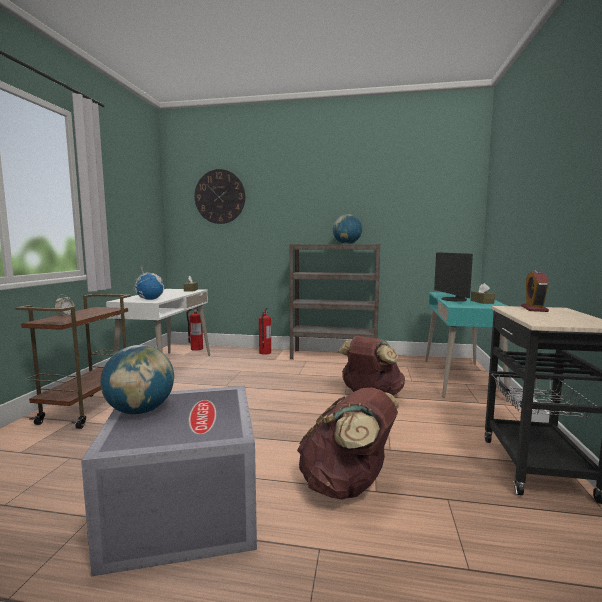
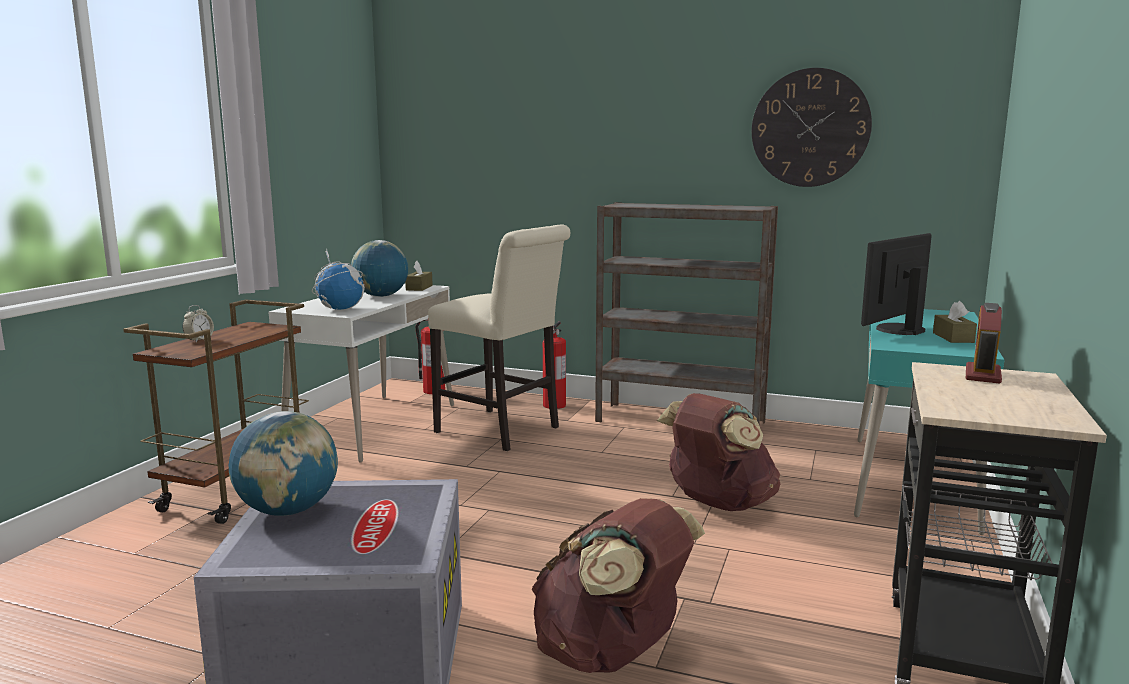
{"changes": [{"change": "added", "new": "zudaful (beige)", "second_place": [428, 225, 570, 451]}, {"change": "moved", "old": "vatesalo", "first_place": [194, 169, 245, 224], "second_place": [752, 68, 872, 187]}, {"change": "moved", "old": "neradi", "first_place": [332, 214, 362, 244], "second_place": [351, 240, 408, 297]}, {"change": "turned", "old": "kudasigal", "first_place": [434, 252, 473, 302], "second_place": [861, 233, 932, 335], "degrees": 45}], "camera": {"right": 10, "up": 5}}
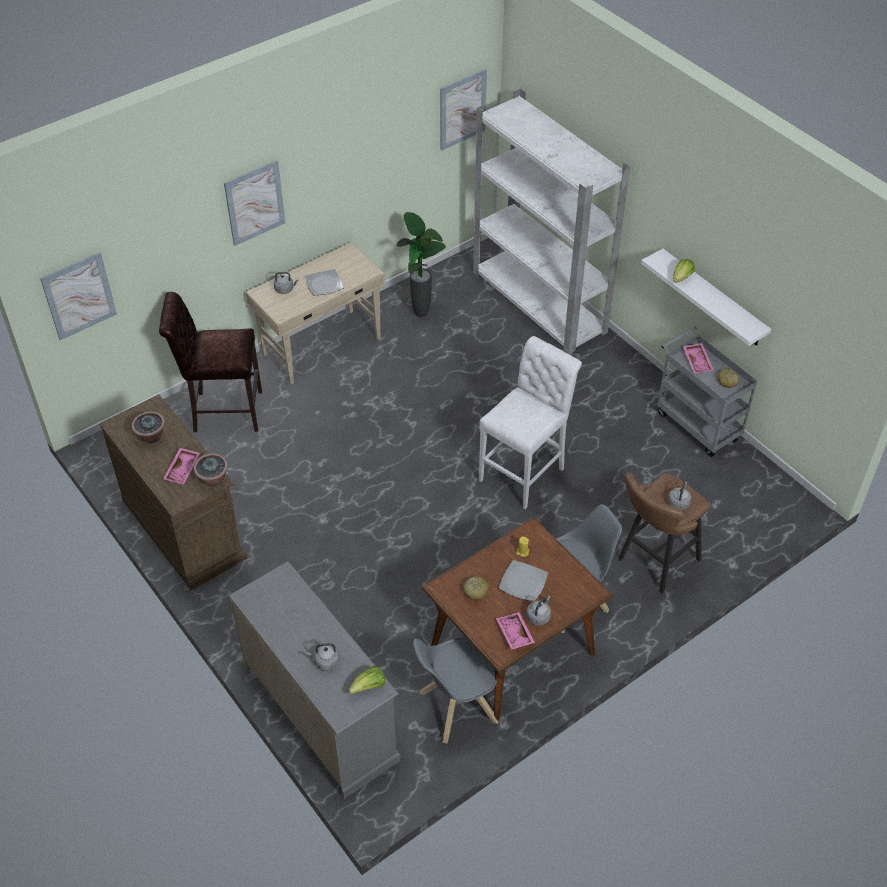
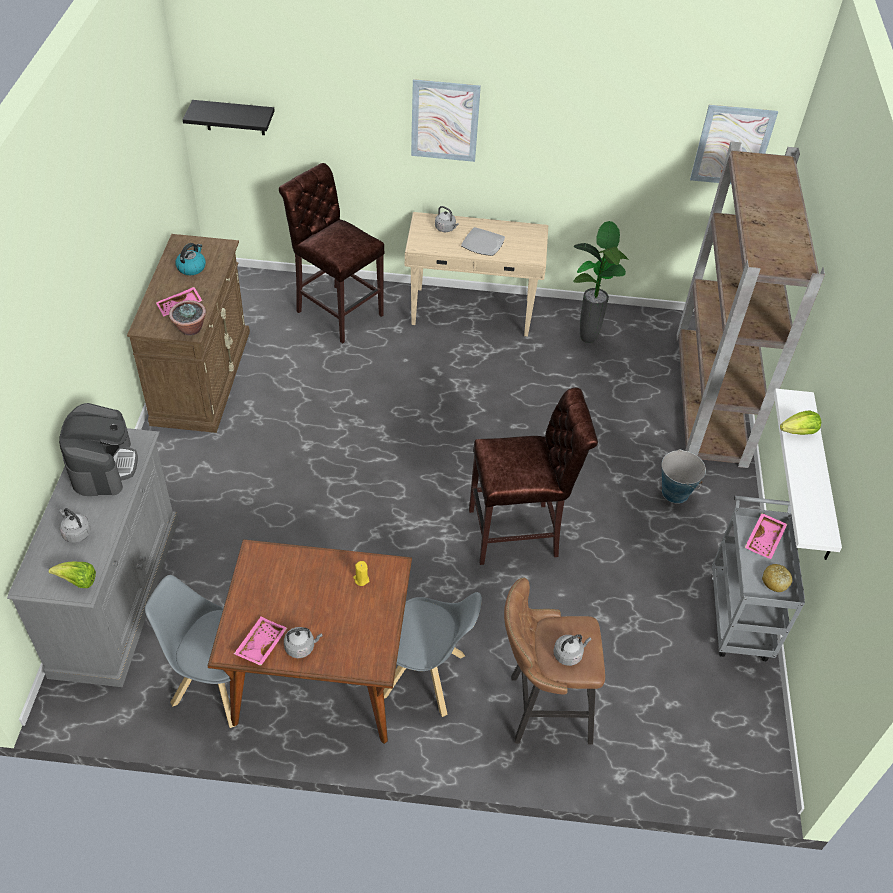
{"changes": [{"change": "removed", "old": "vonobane", "first_place": [463, 577, 489, 600]}, {"change": "removed", "old": "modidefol", "first_place": [499, 560, 548, 601]}, {"change": "added", "new": "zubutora", "second_place": [59, 403, 138, 496]}, {"change": "added", "new": "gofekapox", "second_place": [662, 449, 706, 504]}, {"change": "replaced", "old": "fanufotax", "new": "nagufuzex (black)", "first_place": [40, 252, 117, 340], "second_place": [183, 100, 275, 135]}, {"change": "replaced", "old": "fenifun", "new": "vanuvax", "first_place": [131, 411, 165, 443], "second_place": [175, 243, 206, 275]}, {"change": "recoloured", "old": "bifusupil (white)", "new": "bifusupil (brown)", "first_place": [473, 89, 630, 354], "second_place": [677, 142, 825, 468]}, {"change": "recoloured", "old": "zudaful (white)", "new": "zudaful (brown)", "first_place": [479, 336, 582, 509], "second_place": [469, 388, 598, 565]}], "camera": {"right": 40, "up": 0}}
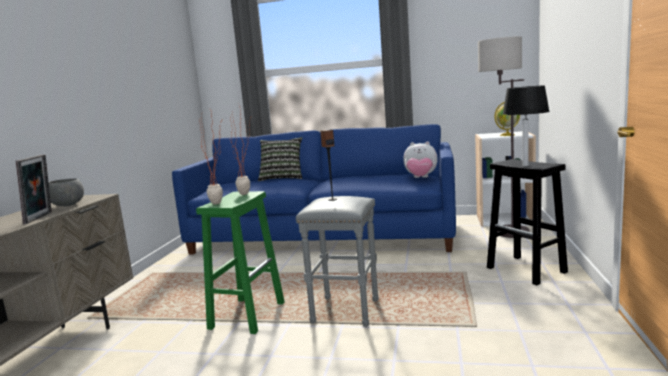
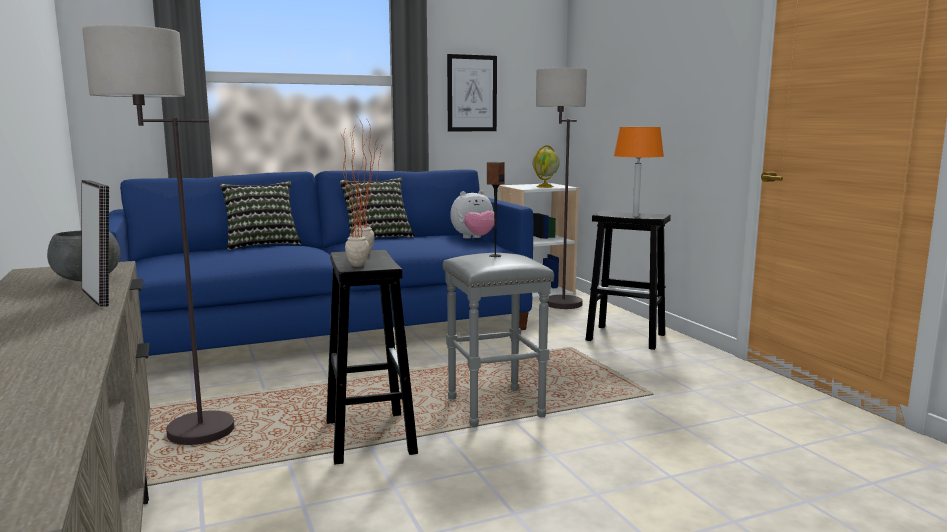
{"changes": [{"change": "added", "new": "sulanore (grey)", "second_place": [82, 25, 234, 445]}, {"change": "added", "new": "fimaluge", "second_place": [340, 177, 415, 238]}, {"change": "added", "new": "fanufotax", "second_place": [447, 54, 497, 132]}, {"change": "recoloured", "old": "zudaful (green)", "new": "zudaful (black)", "first_place": [196, 191, 285, 334], "second_place": [326, 250, 418, 465]}, {"change": "recoloured", "old": "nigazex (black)", "new": "nigazex (orange)", "first_place": [503, 85, 550, 166], "second_place": [614, 127, 664, 217]}], "camera": {"right": -35, "up": 0}}
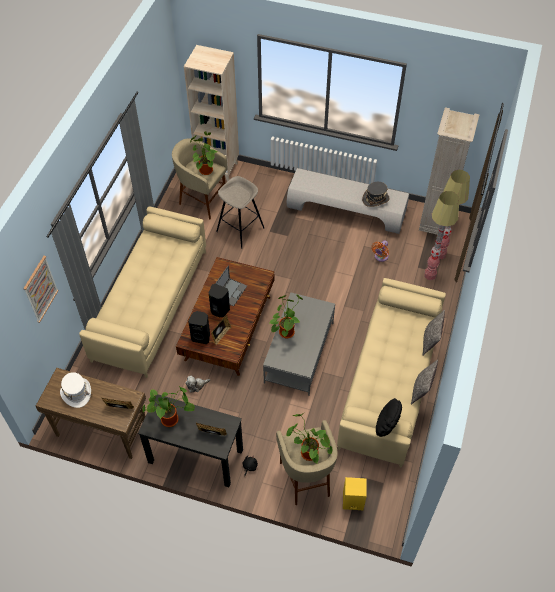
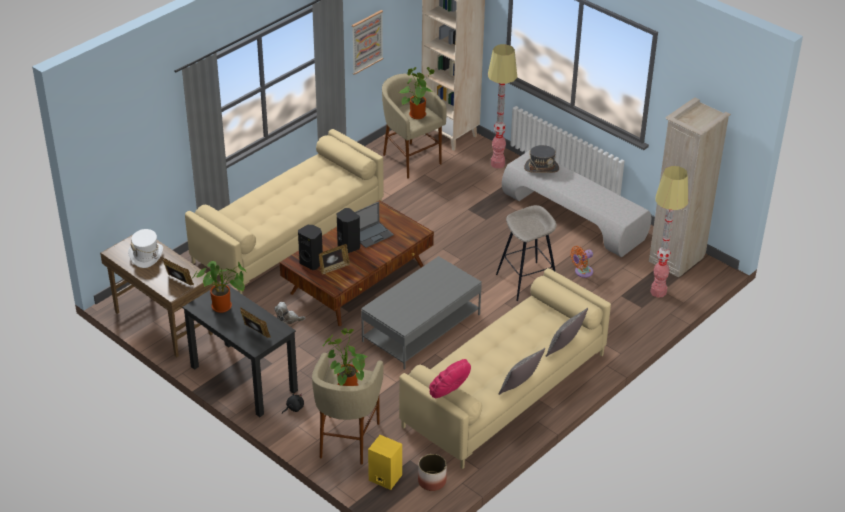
{"changes": [{"change": "removed", "old": "fenifun", "first_place": [269, 294, 303, 338]}, {"change": "added", "new": "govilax", "second_place": [418, 454, 447, 491]}, {"change": "moved", "old": "fanufotax", "first_place": [23, 256, 59, 323], "second_place": [352, 10, 383, 75]}, {"change": "moved", "old": "zudaful (grey)", "first_place": [216, 176, 264, 249], "second_place": [496, 205, 557, 301]}, {"change": "moved", "old": "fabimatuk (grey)", "first_place": [362, 182, 390, 207], "second_place": [524, 145, 559, 173]}, {"change": "moved", "old": "sulanore", "first_place": [424, 191, 459, 280], "second_place": [488, 44, 517, 169]}, {"change": "recoloured", "old": "fimaluge (black)", "new": "fimaluge (pink)", "first_place": [376, 398, 402, 437], "second_place": [429, 359, 471, 398]}], "camera": {"right": 25, "up": -15}}
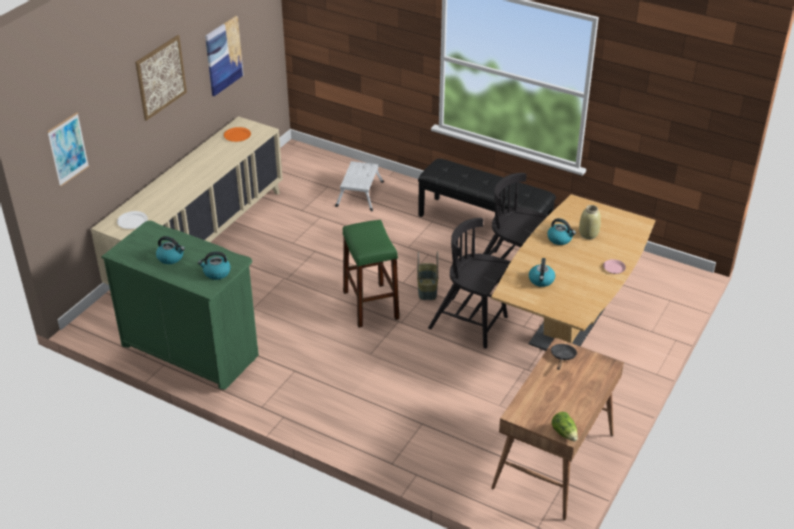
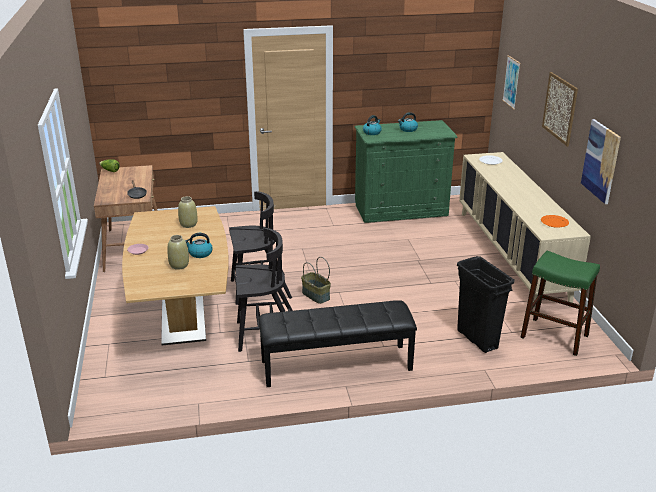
{"changes": [{"change": "moved", "old": "zudaful (green)", "first_place": [342, 220, 399, 327], "second_place": [521, 251, 600, 356]}, {"change": "replaced", "old": "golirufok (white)", "new": "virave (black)", "first_place": [335, 161, 384, 211], "second_place": [457, 256, 515, 353]}, {"change": "replaced", "old": "vanuvax", "new": "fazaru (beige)", "first_place": [529, 258, 555, 287], "second_place": [178, 196, 198, 228]}], "camera": {"right": 140, "up": -10}}
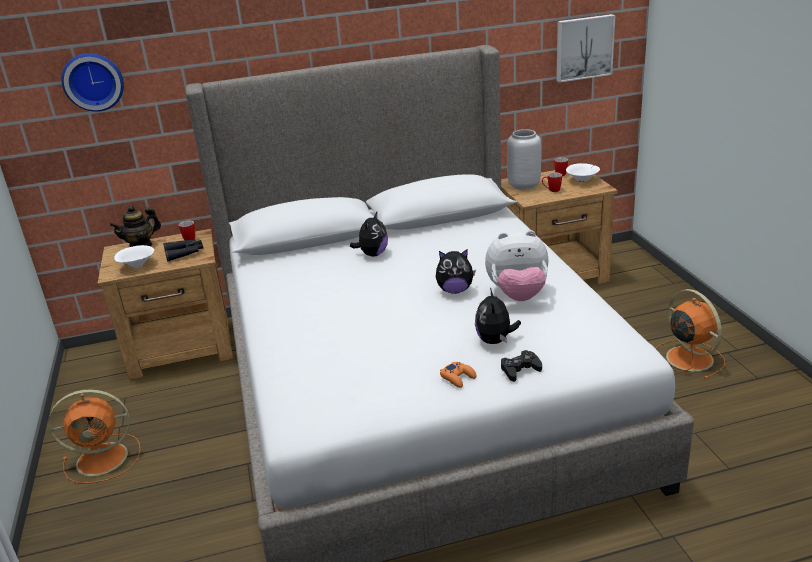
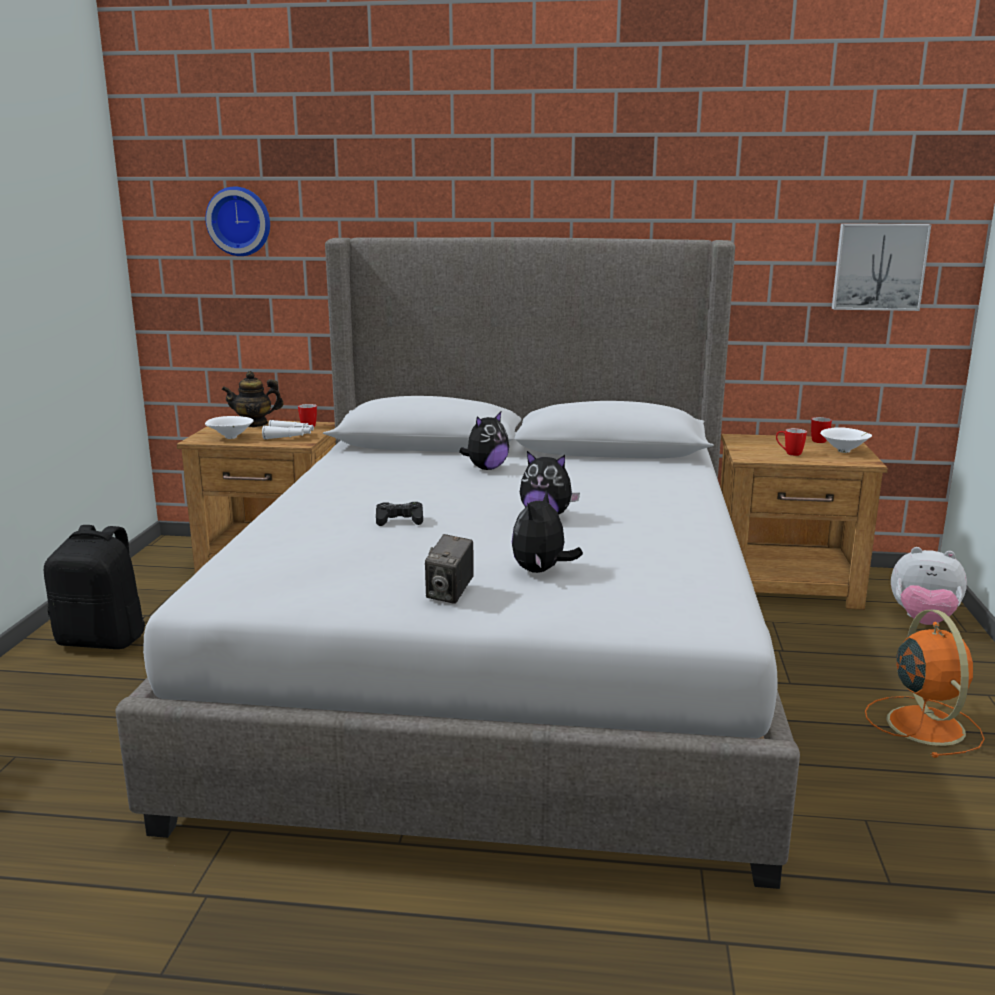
{"changes": [{"change": "removed", "old": "fazaru (grey)", "first_place": [507, 129, 541, 190]}, {"change": "moved", "old": "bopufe", "first_place": [485, 230, 549, 301], "second_place": [891, 547, 967, 625]}, {"change": "moved", "old": "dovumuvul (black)", "first_place": [501, 350, 542, 382], "second_place": [376, 502, 423, 526]}, {"change": "replaced", "old": "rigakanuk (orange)", "new": "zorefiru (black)", "first_place": [48, 389, 141, 484], "second_place": [44, 525, 145, 649]}, {"change": "replaced", "old": "dovumuvul (orange)", "new": "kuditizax", "first_place": [440, 362, 477, 388], "second_place": [425, 534, 474, 604]}, {"change": "recoloured", "old": "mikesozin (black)", "new": "mikesozin (white)", "first_place": [163, 240, 203, 262], "second_place": [262, 420, 314, 440]}], "camera": {"right": 20, "up": -10}}
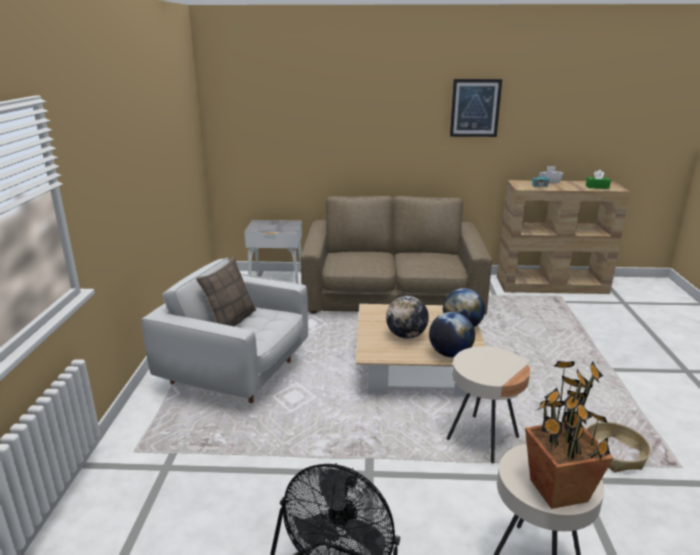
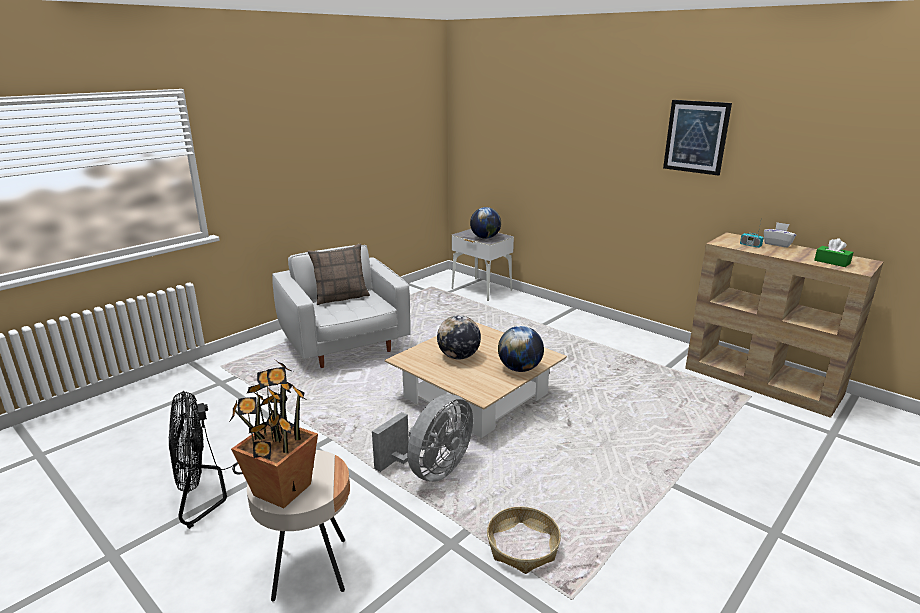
{"changes": [{"change": "removed", "old": "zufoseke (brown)", "first_place": [301, 196, 492, 315]}, {"change": "moved", "old": "neradi", "first_place": [429, 312, 475, 357], "second_place": [470, 207, 501, 239]}, {"change": "replaced", "old": "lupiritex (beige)", "new": "rigakanuk (grey)", "first_place": [446, 346, 530, 463], "second_place": [372, 394, 473, 482]}], "camera": {"right": 40, "up": 0}}
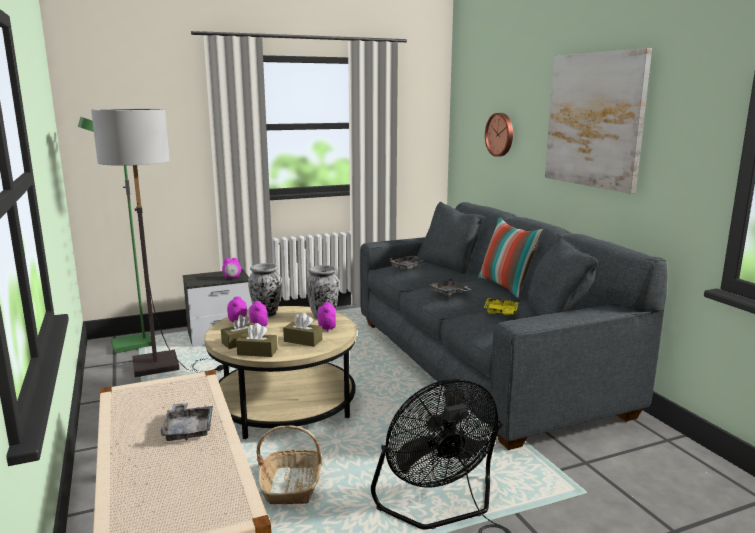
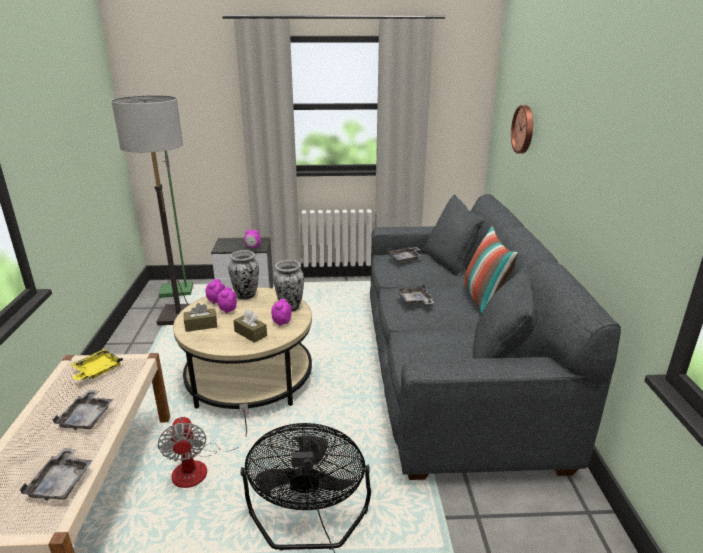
{"changes": [{"change": "removed", "old": "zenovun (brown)", "first_place": [236, 323, 277, 357]}, {"change": "removed", "old": "fanufotax", "first_place": [545, 48, 652, 194]}, {"change": "added", "new": "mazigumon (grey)", "second_place": [20, 448, 92, 501]}, {"change": "moved", "old": "mazigumon (yellow)", "first_place": [484, 298, 519, 315], "second_place": [71, 349, 123, 381]}, {"change": "replaced", "old": "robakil", "new": "rigakanuk", "first_place": [256, 425, 322, 504], "second_place": [157, 403, 249, 488]}], "camera": {"right": 20, "up": 10}}
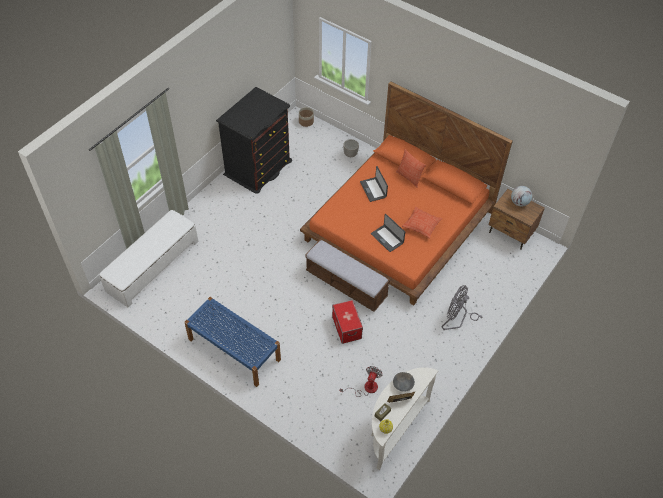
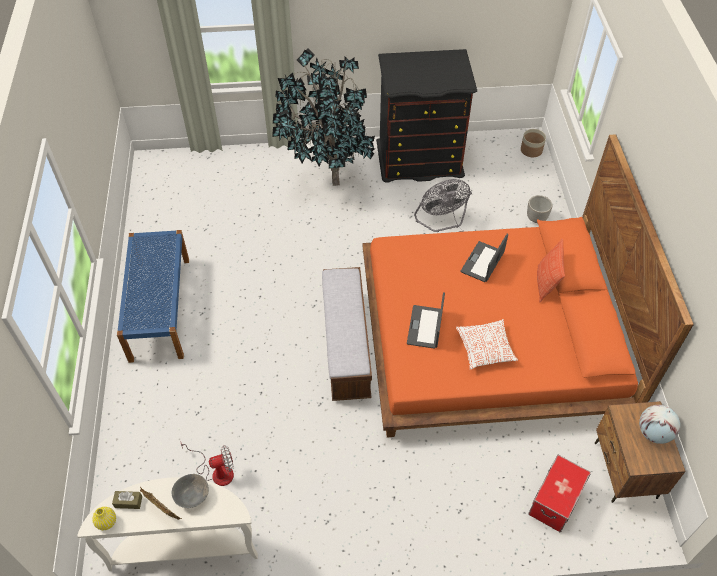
{"changes": [{"change": "removed", "old": "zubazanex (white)", "first_place": [100, 210, 198, 307]}, {"change": "added", "new": "fenifun", "second_place": [272, 48, 375, 186]}, {"change": "moved", "old": "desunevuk", "first_place": [332, 300, 363, 344], "second_place": [528, 455, 591, 532]}, {"change": "moved", "old": "rigakanuk (grey)", "first_place": [442, 285, 483, 330], "second_place": [414, 179, 472, 232]}, {"change": "recoloured", "old": "fimaluge (orange)", "new": "fimaluge (white)", "first_place": [402, 207, 442, 239], "second_place": [456, 319, 518, 370]}], "camera": {"right": 50, "up": 0}}
